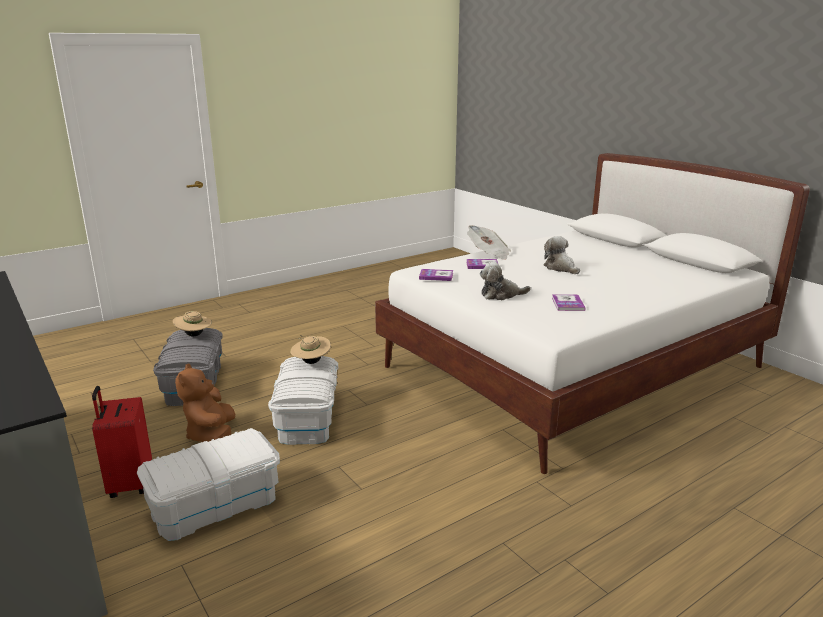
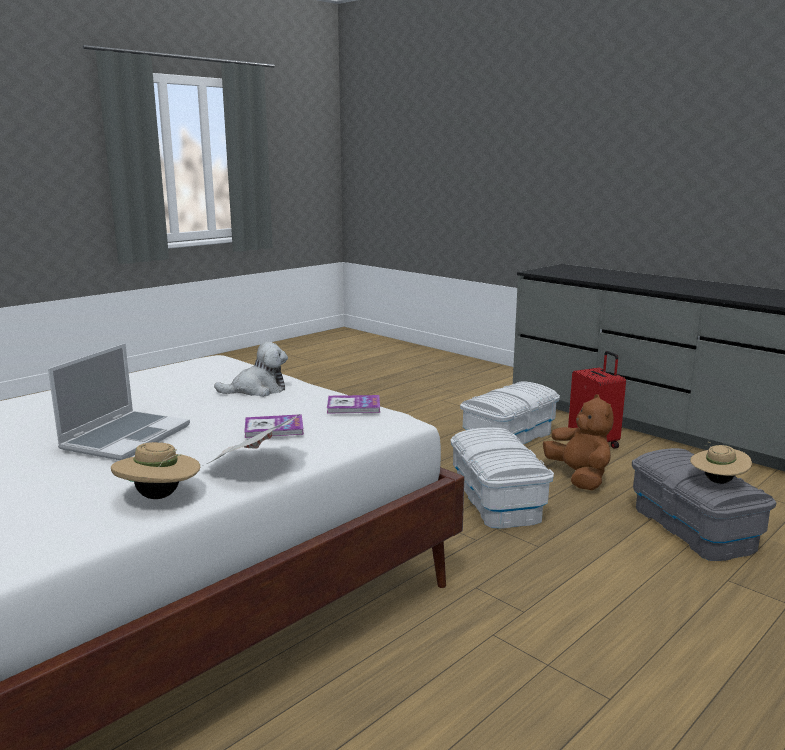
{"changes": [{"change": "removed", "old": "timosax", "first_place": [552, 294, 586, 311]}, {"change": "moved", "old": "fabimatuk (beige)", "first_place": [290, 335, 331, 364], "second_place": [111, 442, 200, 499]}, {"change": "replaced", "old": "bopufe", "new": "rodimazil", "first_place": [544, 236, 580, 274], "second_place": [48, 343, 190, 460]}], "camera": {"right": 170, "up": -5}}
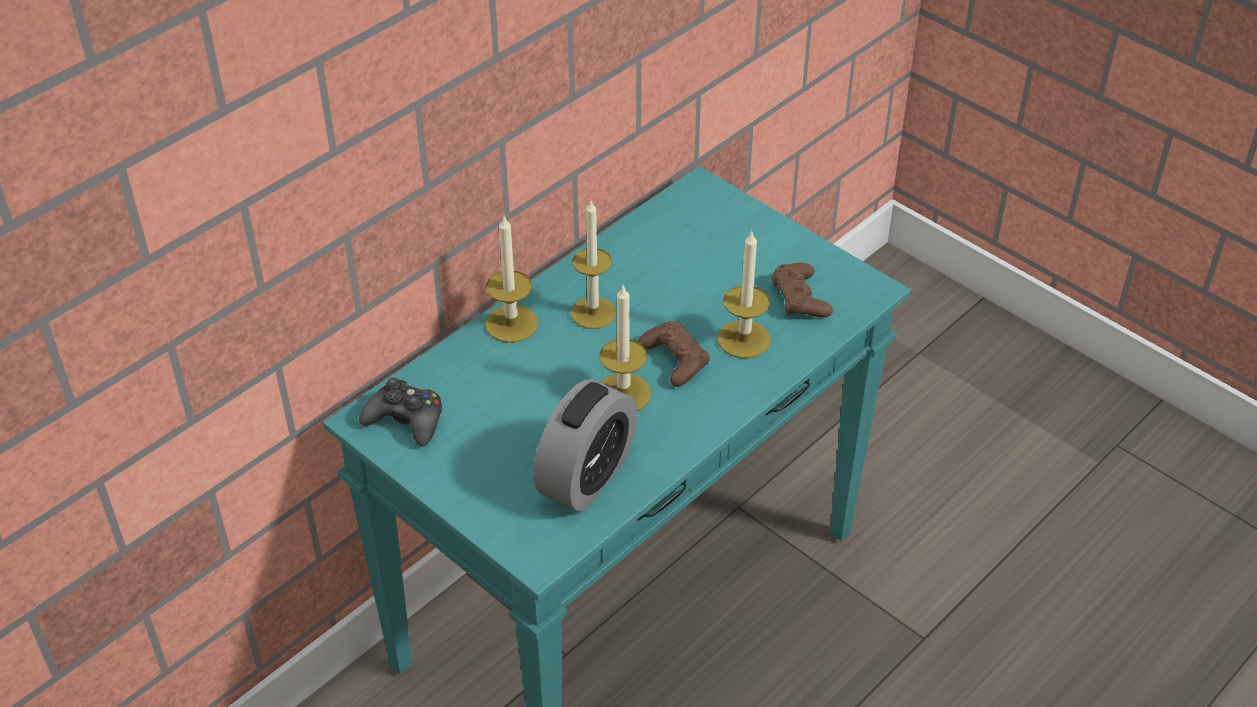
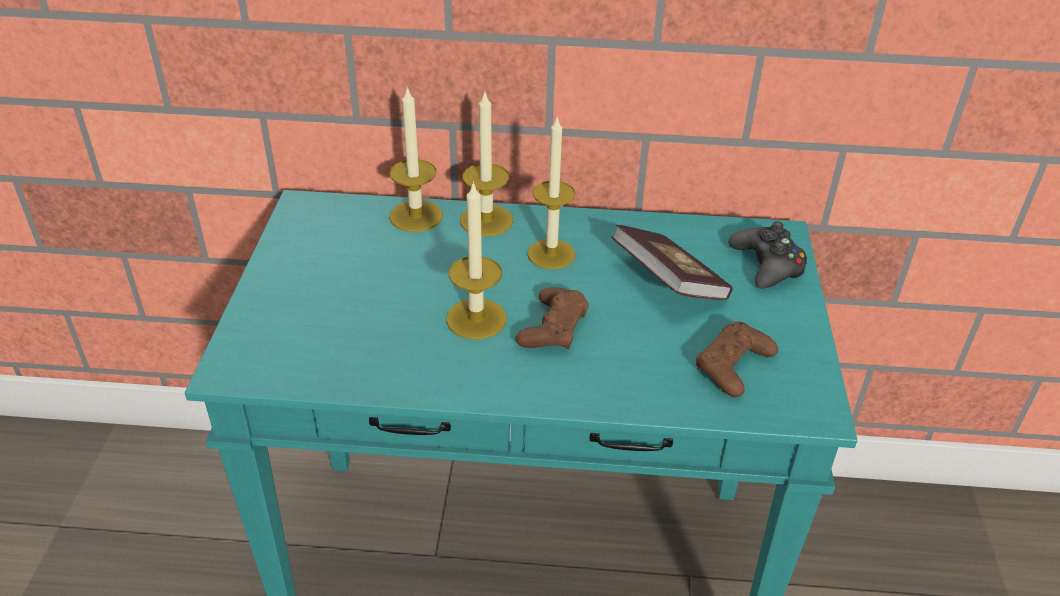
{"changes": [{"change": "removed", "old": "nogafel", "first_place": [533, 379, 638, 512]}, {"change": "added", "new": "timosax", "second_place": [611, 225, 733, 301]}, {"change": "moved", "old": "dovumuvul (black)", "first_place": [359, 378, 442, 446], "second_place": [728, 221, 807, 289]}, {"change": "moved", "old": "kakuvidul", "first_place": [717, 230, 771, 358], "second_place": [389, 87, 443, 232]}], "camera": {"right": 50, "up": -5}}
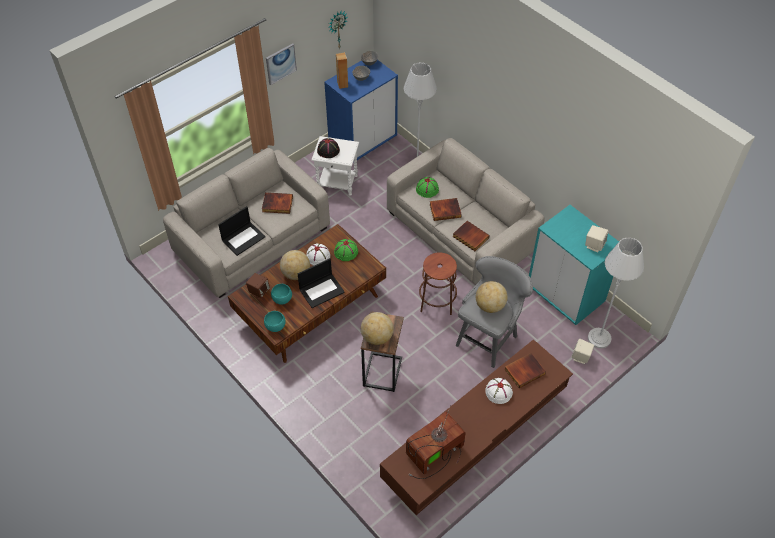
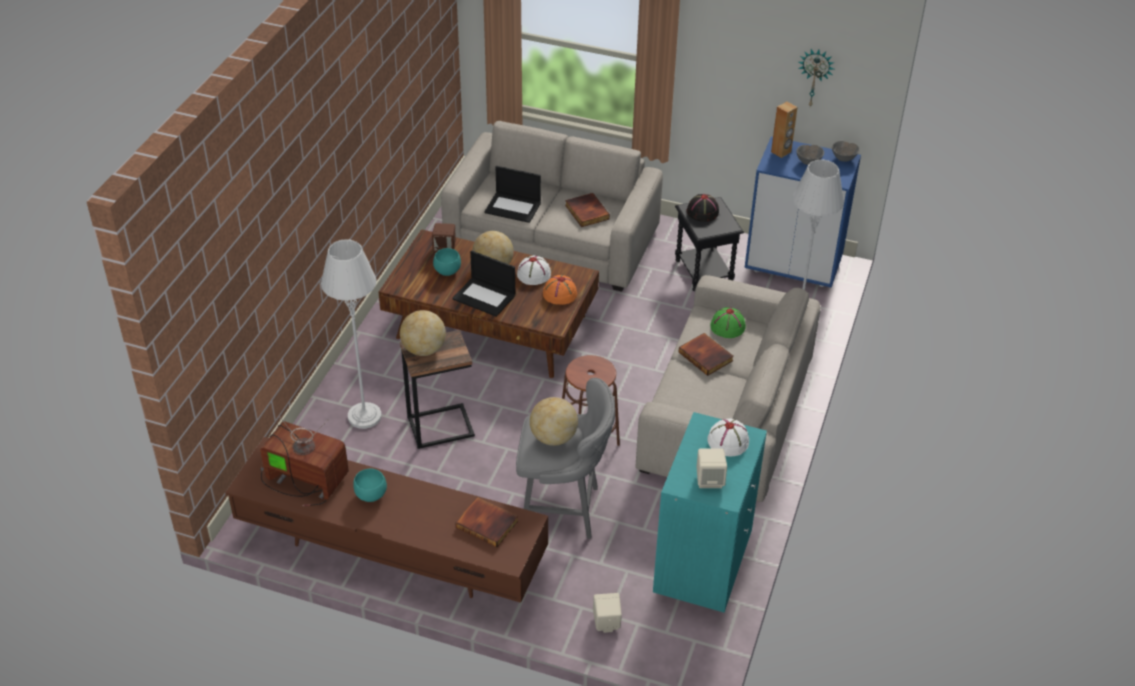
{"changes": [{"change": "removed", "old": "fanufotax", "first_place": [266, 43, 297, 85]}, {"change": "removed", "old": "timosax", "first_place": [453, 221, 490, 251]}, {"change": "moved", "old": "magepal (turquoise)", "first_place": [264, 311, 286, 332], "second_place": [353, 468, 387, 502]}, {"change": "moved", "old": "fabimatuk (white)", "first_place": [485, 378, 513, 404], "second_place": [707, 418, 749, 456]}, {"change": "moved", "old": "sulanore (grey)", "first_place": [588, 237, 644, 348], "second_place": [321, 239, 382, 429]}, {"change": "recoloured", "old": "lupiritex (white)", "new": "lupiritex (black)", "first_place": [311, 136, 359, 196], "second_place": [675, 197, 744, 291]}, {"change": "recoloured", "old": "fabimatuk (green)", "new": "fabimatuk (orange)", "first_place": [334, 239, 358, 261], "second_place": [543, 275, 577, 305]}], "camera": {"right": 60, "up": -10}}
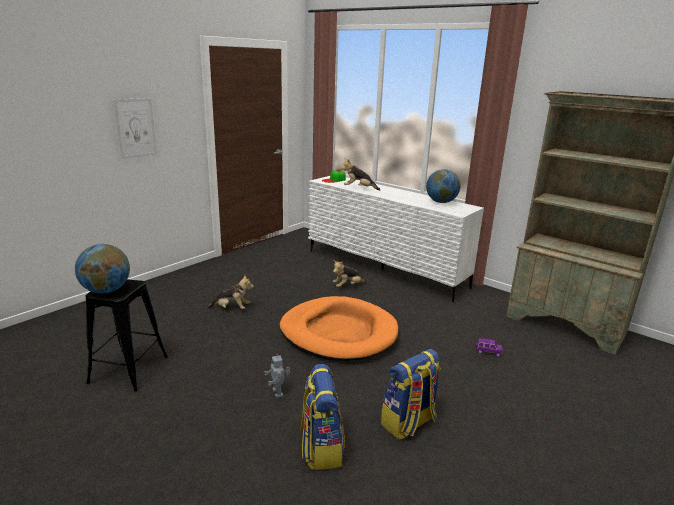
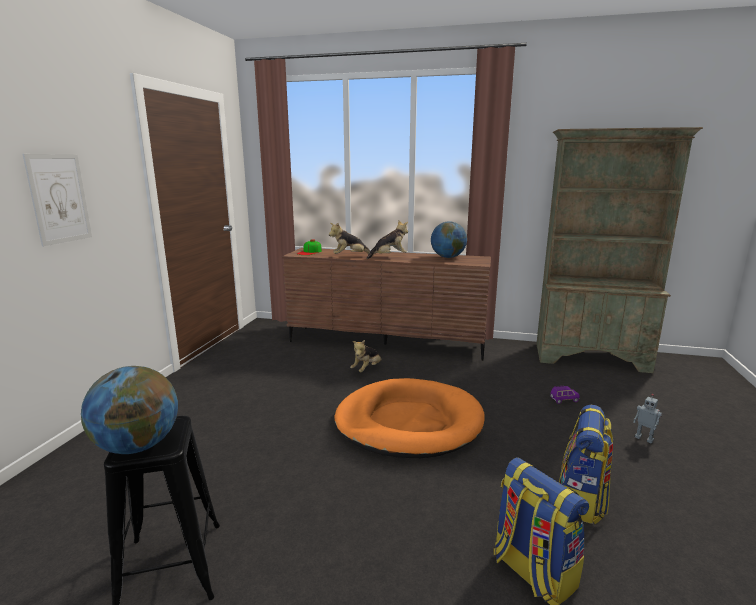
{"changes": [{"change": "moved", "old": "bopufe", "first_place": [207, 275, 254, 309], "second_place": [366, 221, 408, 259]}, {"change": "moved", "old": "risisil", "first_place": [265, 353, 290, 398], "second_place": [633, 394, 662, 443]}, {"change": "recoloured", "old": "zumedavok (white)", "new": "zumedavok (brown)", "first_place": [308, 176, 484, 302], "second_place": [282, 248, 491, 361]}], "camera": {"right": -25, "up": -5}}
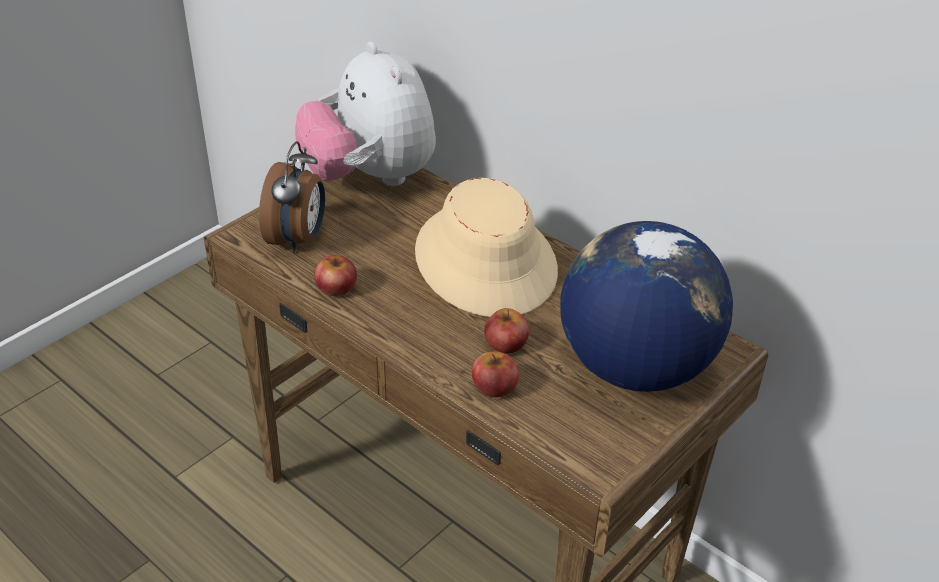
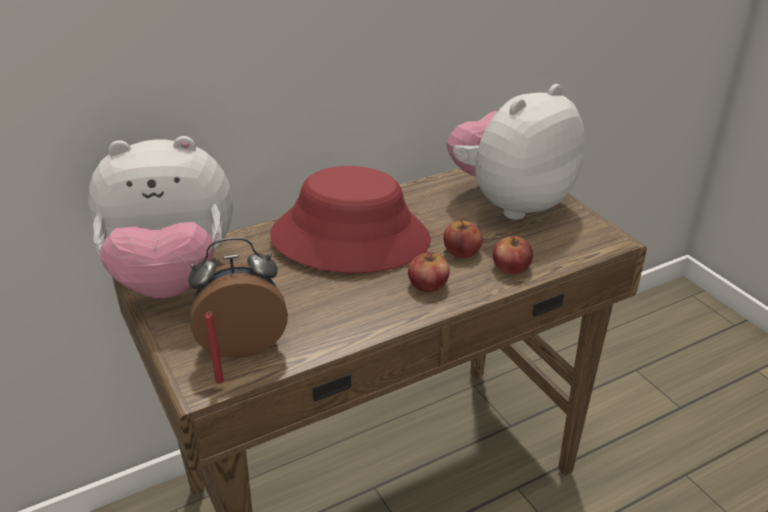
{"changes": [{"change": "added", "new": "kakuvidul (red)", "second_place": [205, 311, 224, 384]}, {"change": "moved", "old": "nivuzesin", "first_place": [314, 255, 357, 296], "second_place": [408, 252, 450, 292]}, {"change": "replaced", "old": "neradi", "new": "bopufe", "first_place": [560, 221, 733, 392], "second_place": [447, 84, 585, 220]}, {"change": "recoloured", "old": "fabimatuk (beige)", "new": "fabimatuk (red)", "first_place": [415, 178, 558, 317], "second_place": [270, 166, 431, 273]}, {"change": "turned", "old": "nogafel", "first_place": [259, 141, 325, 253], "second_place": [188, 237, 288, 358], "degrees": -45}], "camera": {"right": -70, "up": -5}}
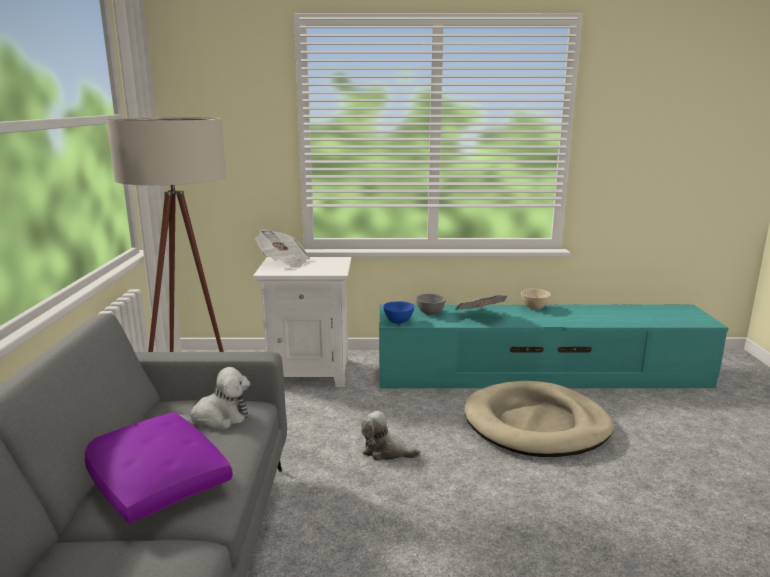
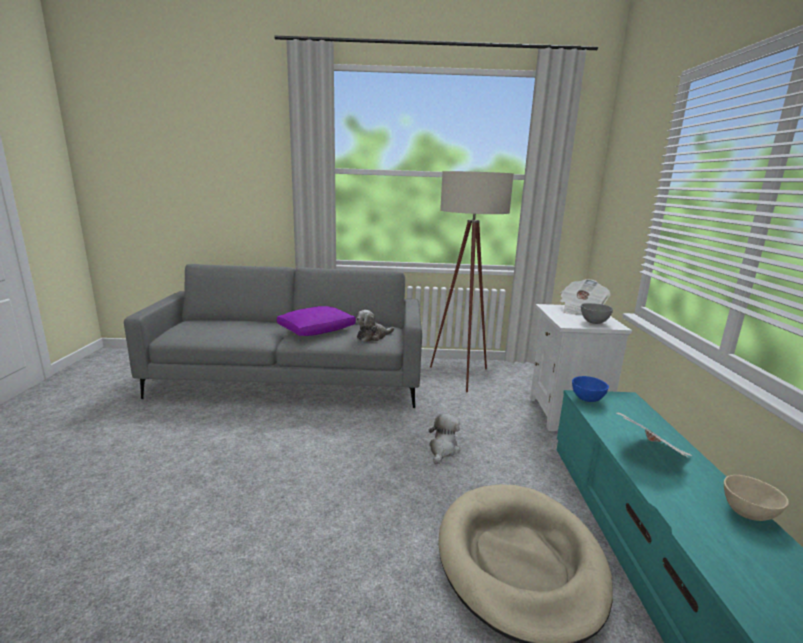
{"changes": [{"change": "moved", "old": "magepal (grey)", "first_place": [416, 294, 446, 315], "second_place": [581, 303, 613, 324]}, {"change": "turned", "old": "bopufe", "first_place": [178, 367, 250, 429], "second_place": [356, 310, 394, 342], "degrees": 75}], "camera": {"right": 90, "up": 0}}
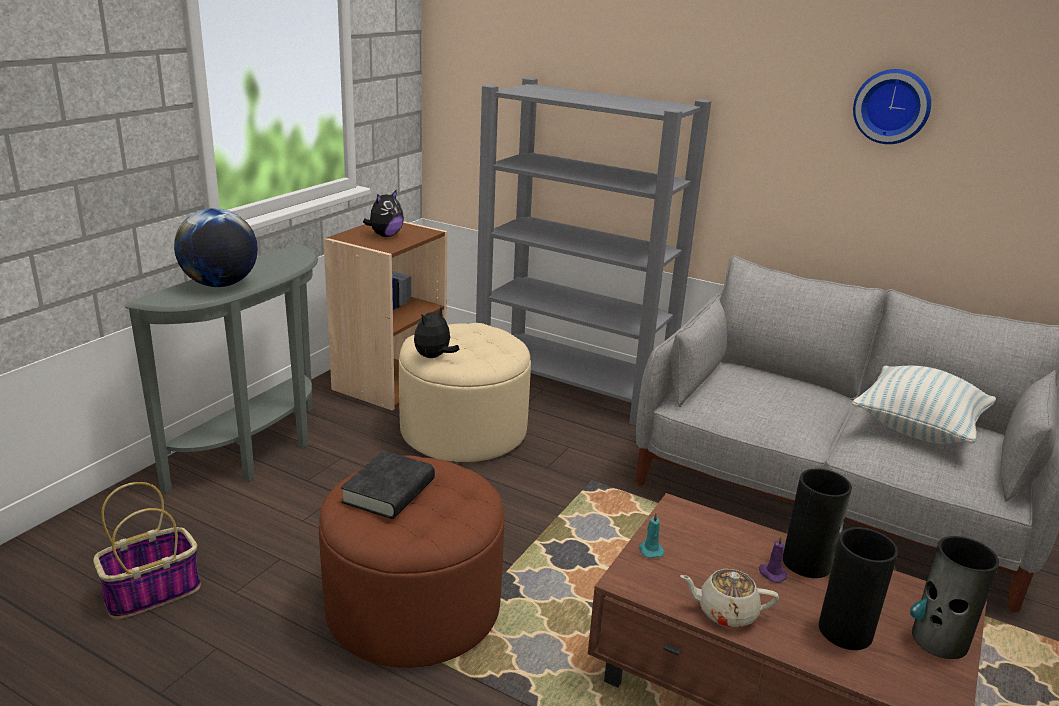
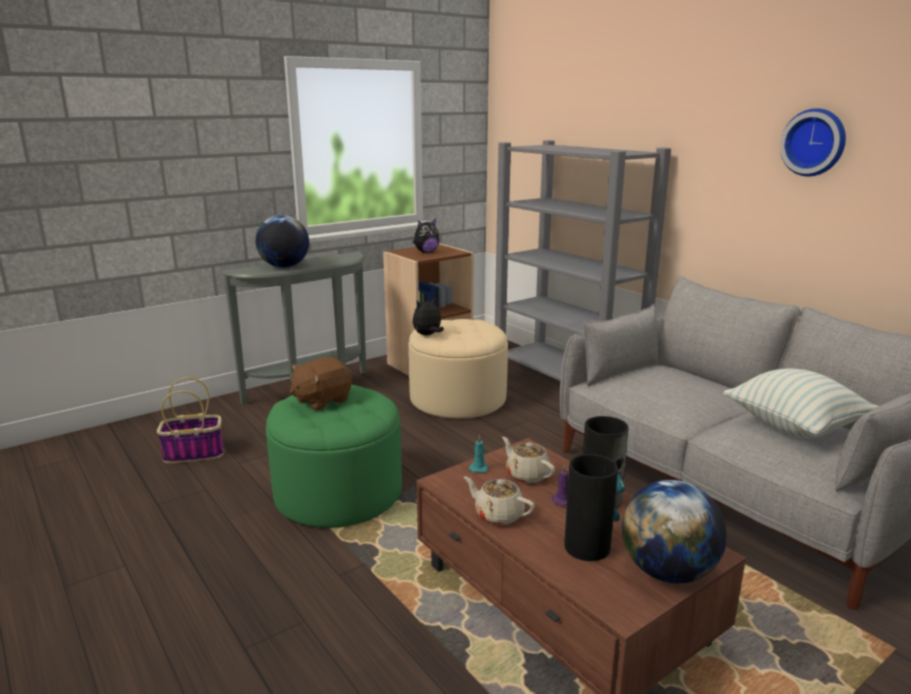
{"changes": [{"change": "added", "new": "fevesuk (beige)", "second_place": [502, 437, 555, 483]}, {"change": "replaced", "old": "timosax (black)", "new": "bopufe (brown)", "first_place": [341, 450, 435, 519], "second_place": [290, 357, 352, 411]}, {"change": "replaced", "old": "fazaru", "new": "neradi", "first_place": [910, 536, 999, 659], "second_place": [622, 480, 727, 583]}, {"change": "recoloured", "old": "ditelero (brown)", "new": "ditelero (green)", "first_place": [319, 456, 504, 668], "second_place": [266, 385, 402, 528]}], "camera": {"right": 25, "up": -5}}
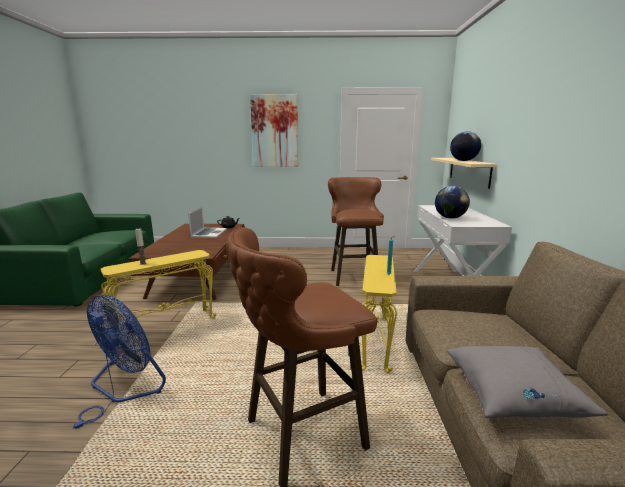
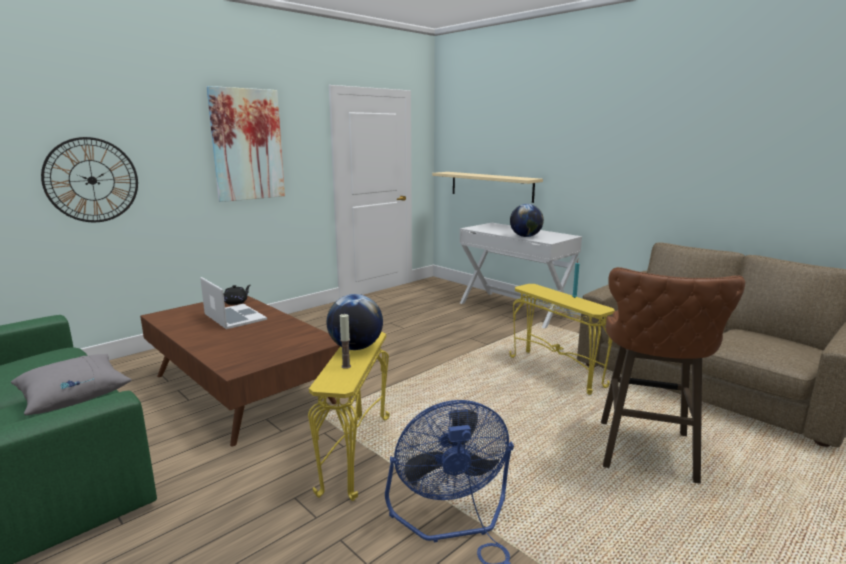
{"changes": [{"change": "removed", "old": "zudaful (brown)", "first_place": [328, 177, 384, 286]}, {"change": "added", "new": "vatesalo", "second_place": [41, 137, 138, 222]}, {"change": "moved", "old": "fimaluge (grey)", "first_place": [447, 346, 608, 418], "second_place": [11, 354, 132, 415]}, {"change": "moved", "old": "neradi", "first_place": [450, 131, 481, 161], "second_place": [327, 294, 383, 350]}], "camera": {"right": -45, "up": 0}}
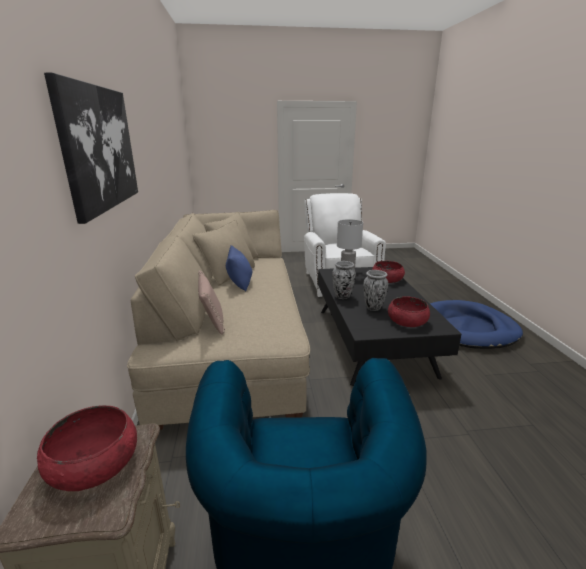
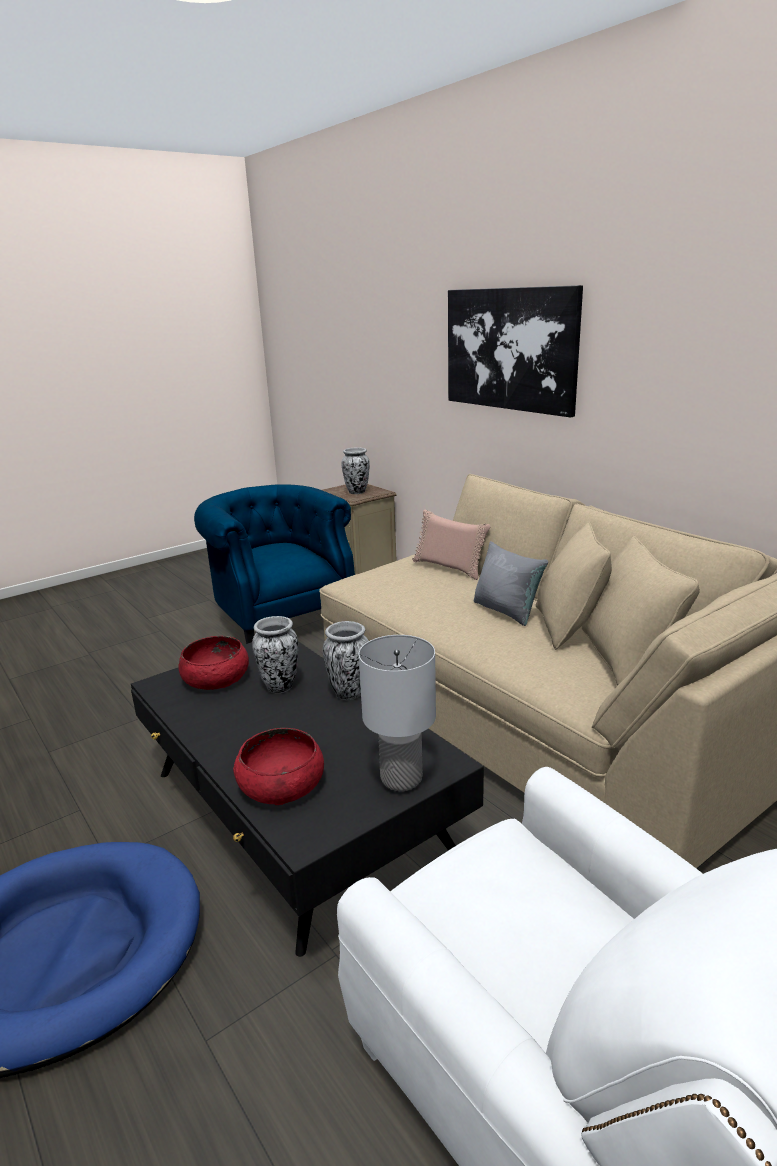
{"changes": [{"change": "replaced", "old": "magepal (red)", "new": "fazaru", "first_place": [37, 405, 137, 491], "second_place": [341, 447, 370, 494]}, {"change": "recoloured", "old": "fimaluge (blue)", "new": "fimaluge (grey)", "first_place": [226, 245, 252, 291], "second_place": [474, 541, 548, 626]}], "camera": {"right": 150, "up": 0}}
